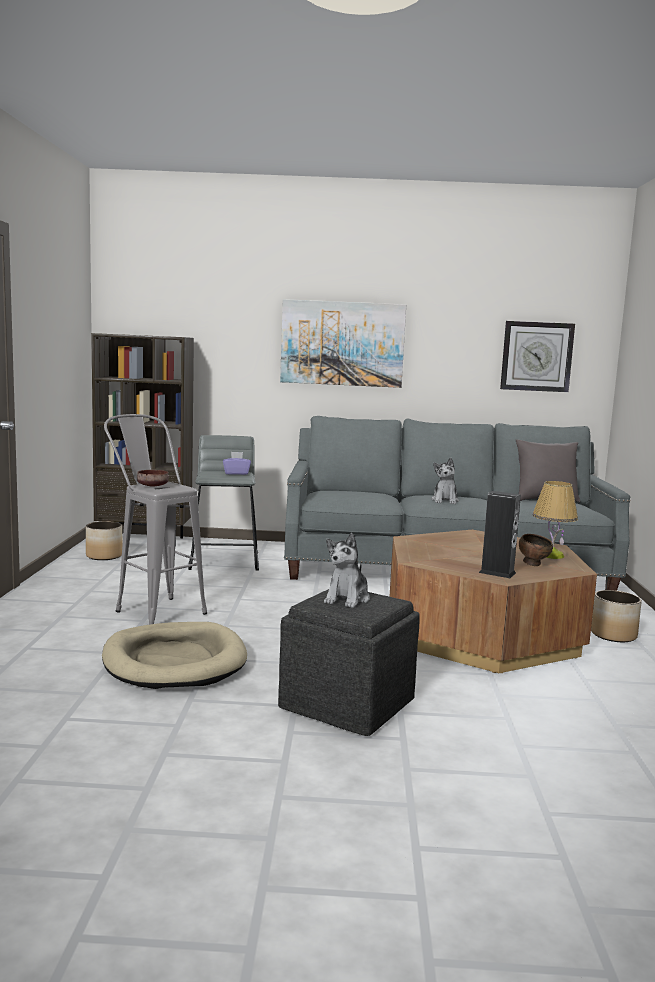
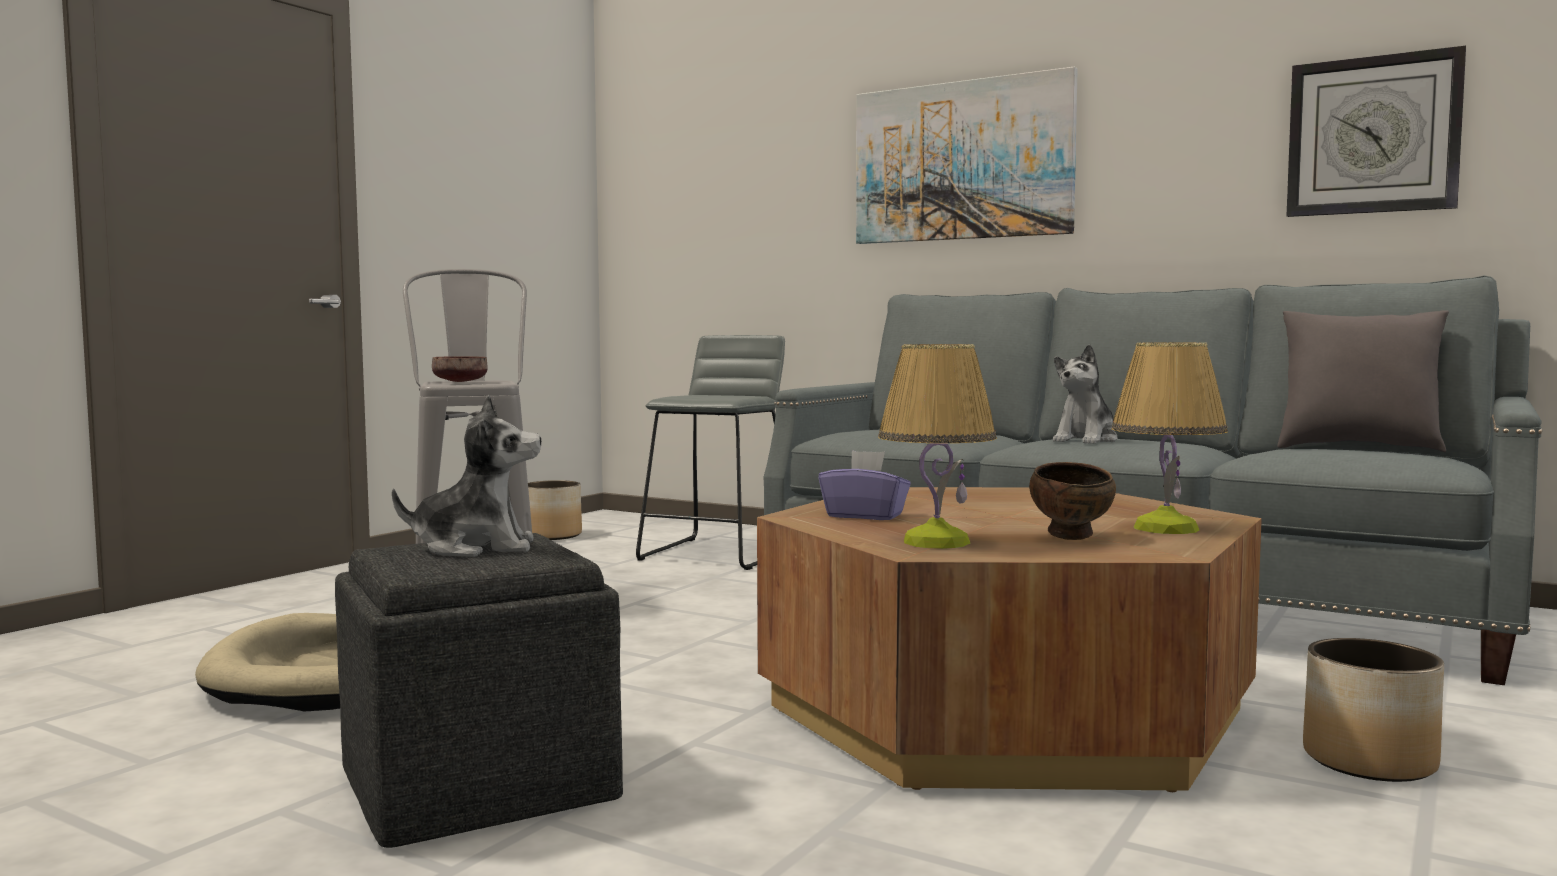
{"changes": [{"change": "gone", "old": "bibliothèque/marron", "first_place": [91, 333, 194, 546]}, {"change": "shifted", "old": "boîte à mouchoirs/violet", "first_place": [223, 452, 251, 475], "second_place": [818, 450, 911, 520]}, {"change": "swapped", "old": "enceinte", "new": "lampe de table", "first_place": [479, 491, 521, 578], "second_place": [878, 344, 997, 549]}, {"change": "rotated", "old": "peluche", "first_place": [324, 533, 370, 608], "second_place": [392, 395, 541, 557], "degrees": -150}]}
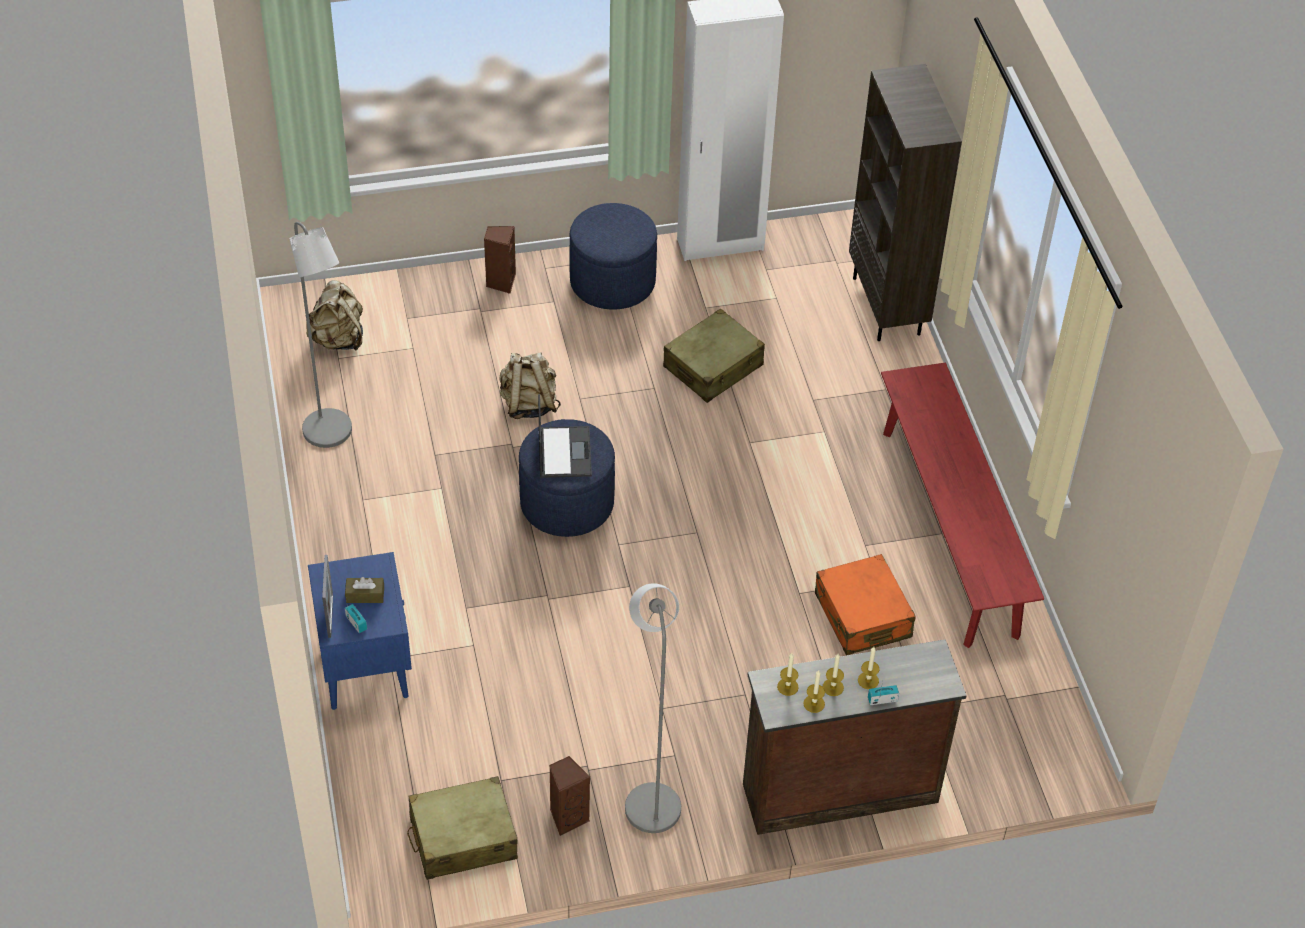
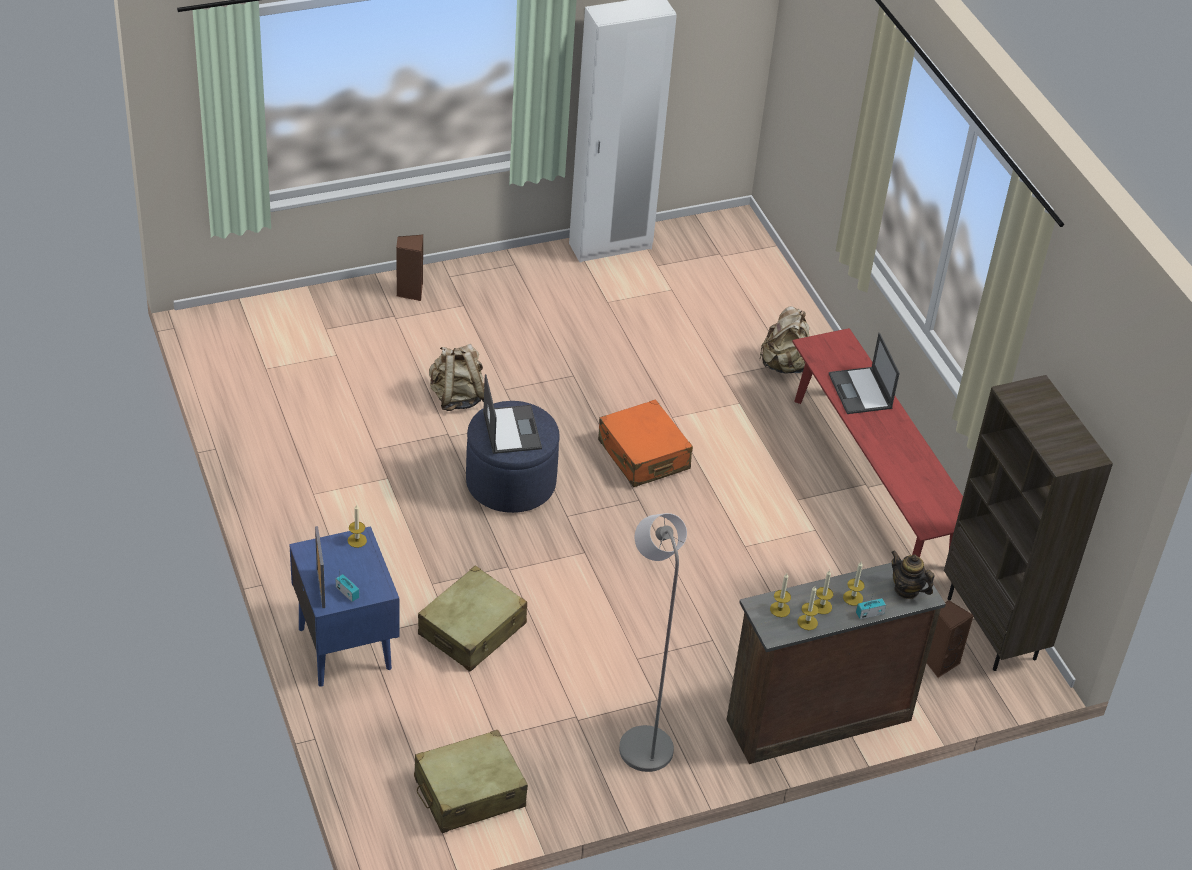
{"changes": [{"change": "shifted", "old": "bibliothèque/marron", "first_place": [849, 64, 962, 341], "second_place": [944, 375, 1113, 671]}, {"change": "gone", "old": "pouf/bleu", "first_place": [569, 203, 657, 310]}, {"change": "gone", "old": "lampadaire/gris", "first_place": [289, 222, 352, 448]}, {"change": "shifted", "old": "sac à dos/beige", "first_place": [305, 280, 363, 351], "second_place": [760, 306, 810, 373]}, {"change": "shifted", "old": "valise/beige", "first_place": [663, 309, 765, 403], "second_place": [418, 566, 527, 672]}, {"change": "shifted", "old": "valise/orange", "first_place": [815, 554, 916, 655], "second_place": [598, 399, 693, 487]}, {"change": "gone", "old": "boîte à mouchoirs/marron", "first_place": [345, 577, 384, 603]}, {"change": "shifted", "old": "enceinte/marron", "first_place": [549, 756, 590, 836], "second_place": [927, 600, 974, 678]}, {"change": "new", "new": "ordinateur portable", "second_place": [829, 333, 900, 414]}, {"change": "new", "new": "bougie", "second_place": [348, 504, 367, 548]}, {"change": "new", "new": "théière", "second_place": [891, 550, 934, 599]}]}
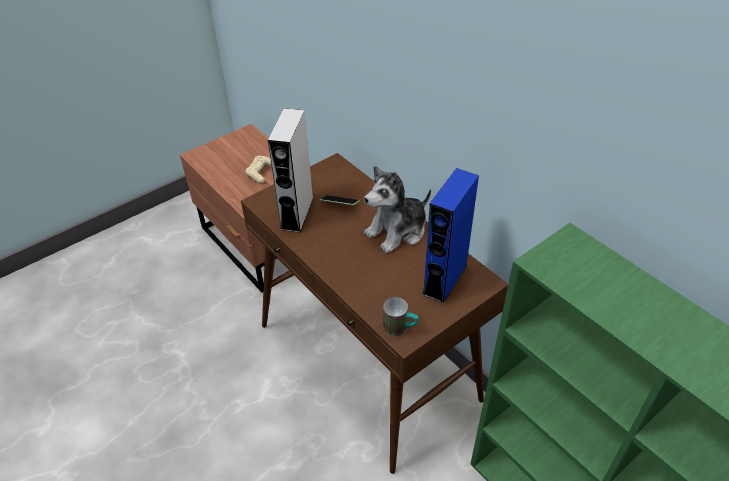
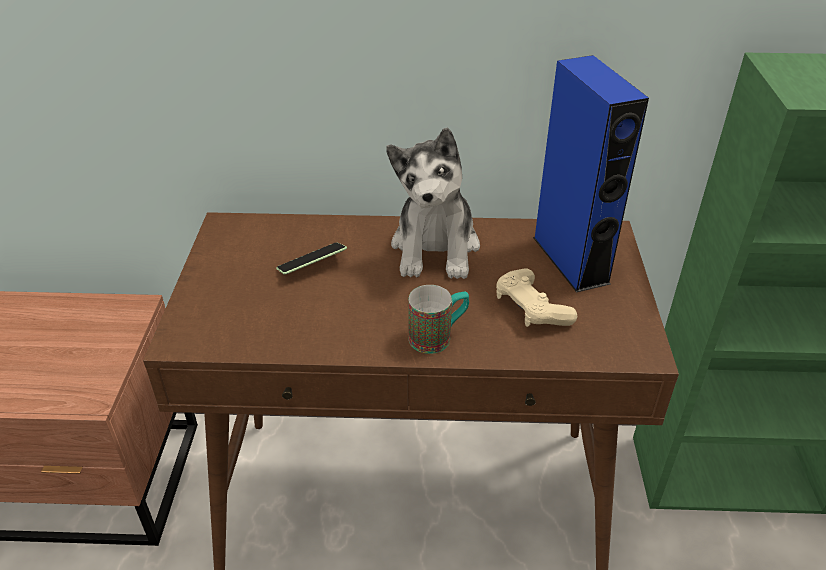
{"changes": [{"change": "gone", "old": "enceinte/gris", "first_place": [268, 108, 314, 233]}, {"change": "shifted", "old": "manette/beige", "first_place": [245, 156, 272, 184], "second_place": [496, 268, 577, 327]}, {"change": "shifted", "old": "mug", "first_place": [383, 297, 418, 336], "second_place": [408, 285, 469, 354]}]}
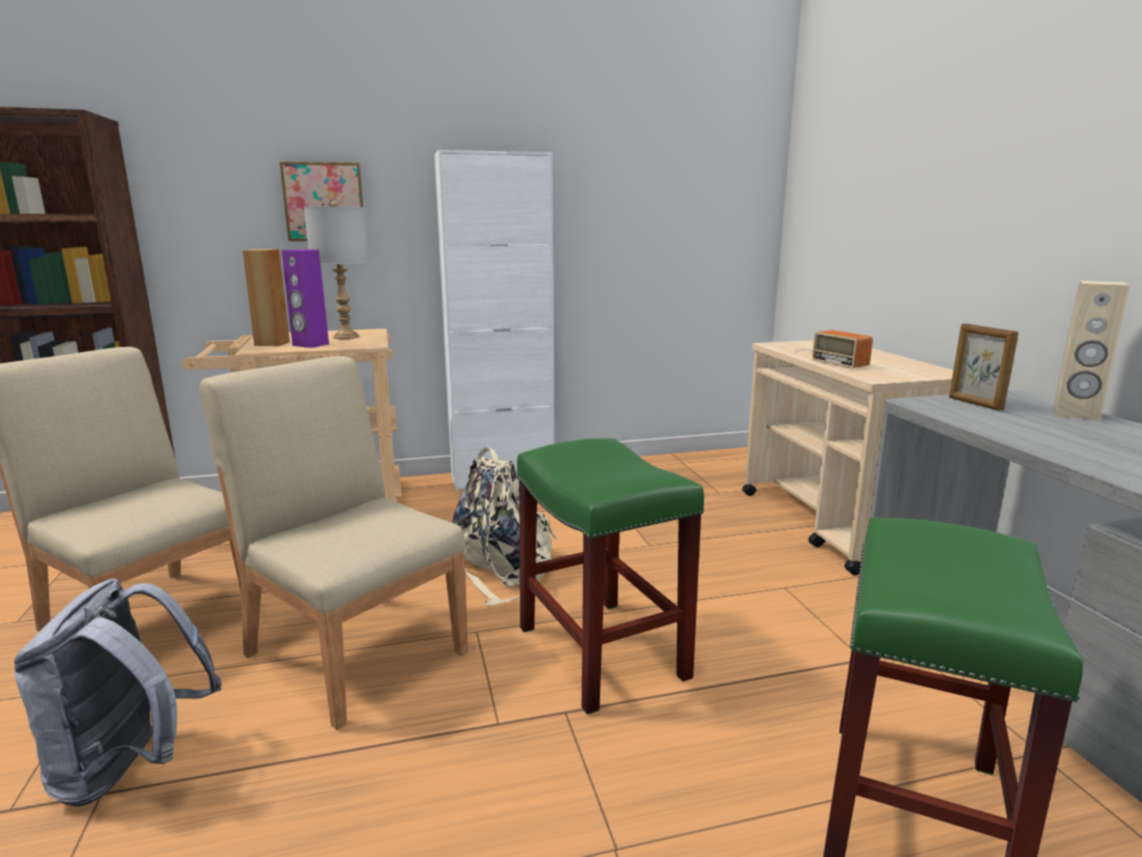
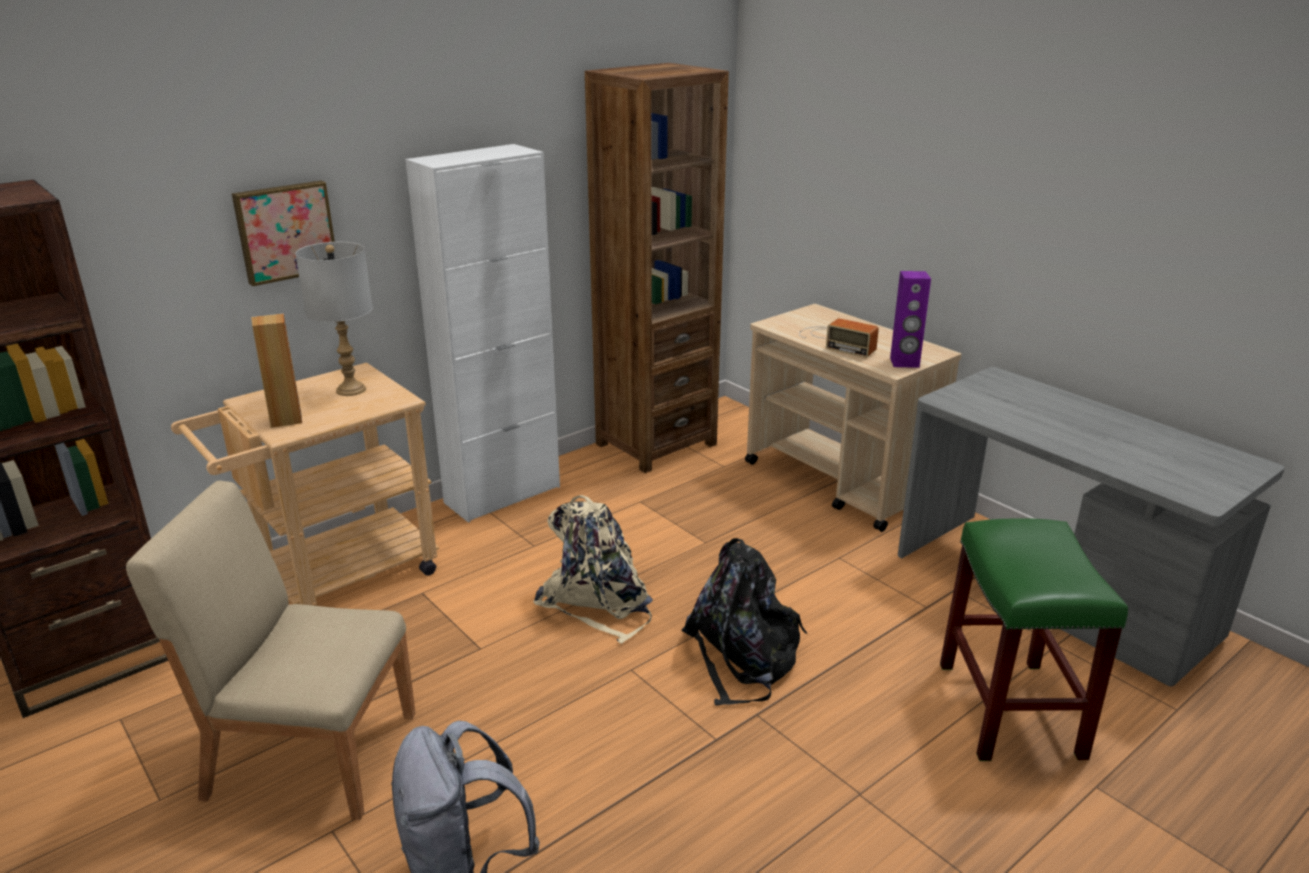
{"changes": [{"change": "shifted", "old": "enceinte/violet", "first_place": [281, 249, 329, 348], "second_place": [890, 271, 931, 368]}, {"change": "gone", "old": "enceinte/beige", "first_place": [1053, 281, 1130, 421]}, {"change": "gone", "old": "cadre photo", "first_place": [949, 324, 1019, 411]}, {"change": "gone", "old": "chaise/beige", "first_place": [200, 356, 468, 730]}, {"change": "swapped", "old": "tabouret/vert", "new": "sac à dos/noir", "first_place": [517, 438, 704, 715], "second_place": [682, 538, 807, 705]}, {"change": "new", "new": "bibliothèque/marron", "second_place": [585, 63, 729, 473]}]}
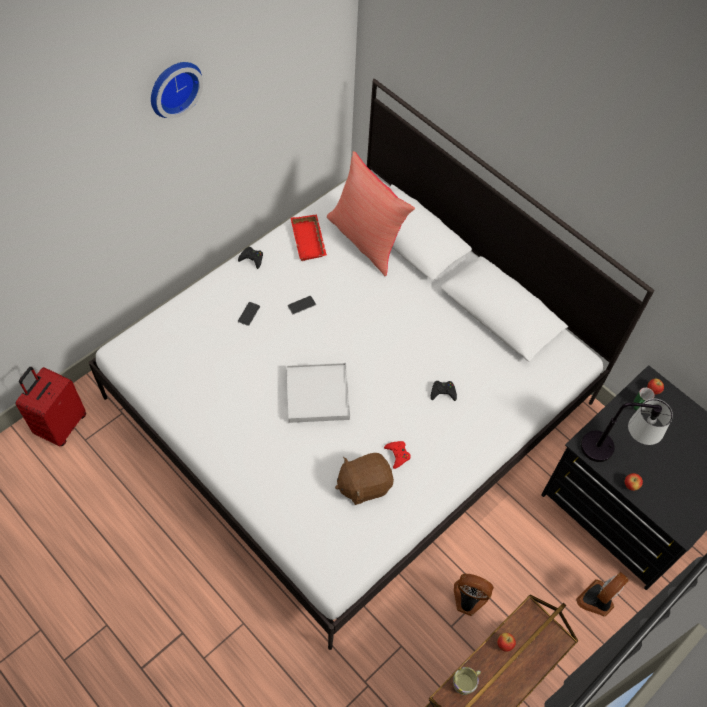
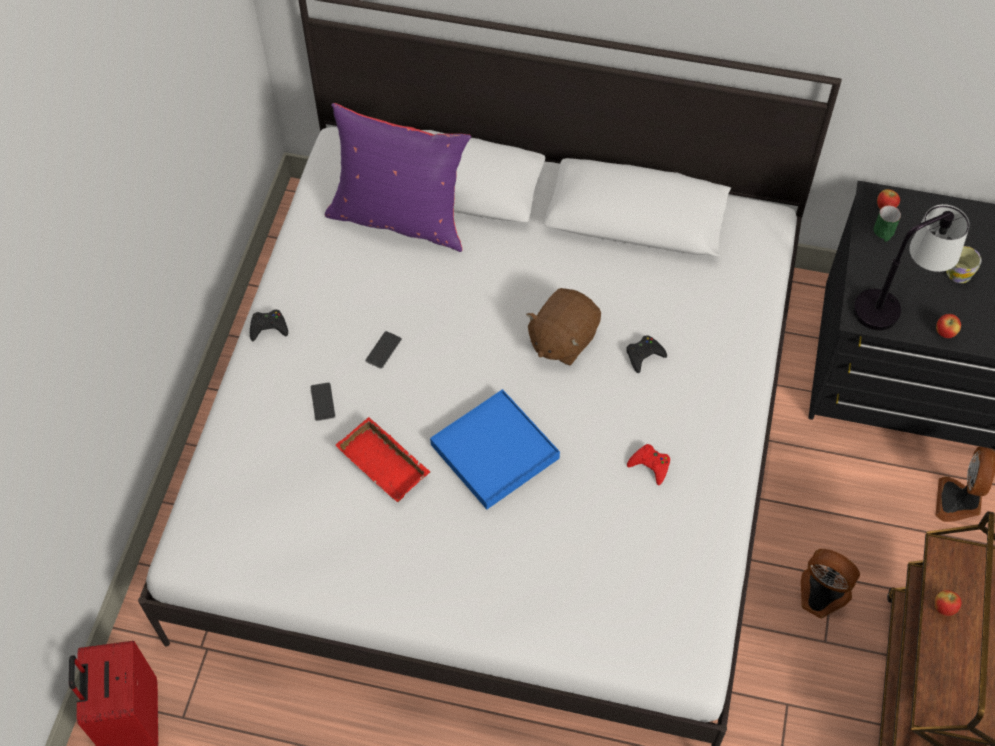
{"changes": [{"change": "gone", "old": "horloge murale", "first_place": [151, 62, 203, 118]}, {"change": "repainted", "old": "coussin/rouge", "new": "coussin/violet", "first_place": [327, 151, 415, 276], "second_place": [325, 103, 471, 252]}, {"change": "shifted", "old": "plateau/rouge", "first_place": [291, 214, 327, 261], "second_place": [336, 417, 430, 502]}, {"change": "repainted", "old": "plateau/blanc", "new": "plateau/bleu", "first_place": [286, 363, 350, 423], "second_place": [430, 389, 560, 510]}, {"change": "shifted", "old": "peluche/marron", "first_place": [335, 453, 394, 505], "second_place": [526, 288, 601, 365]}, {"change": "rotated", "old": "ventilateur", "first_place": [454, 574, 494, 616], "second_place": [801, 549, 860, 618], "degrees": 45}, {"change": "shifted", "old": "mug", "first_place": [453, 667, 481, 695], "second_place": [946, 246, 982, 283]}]}
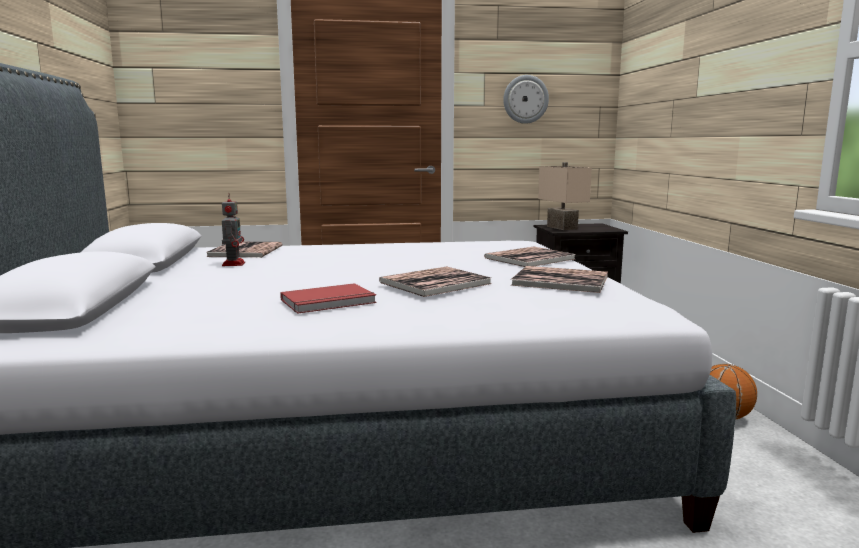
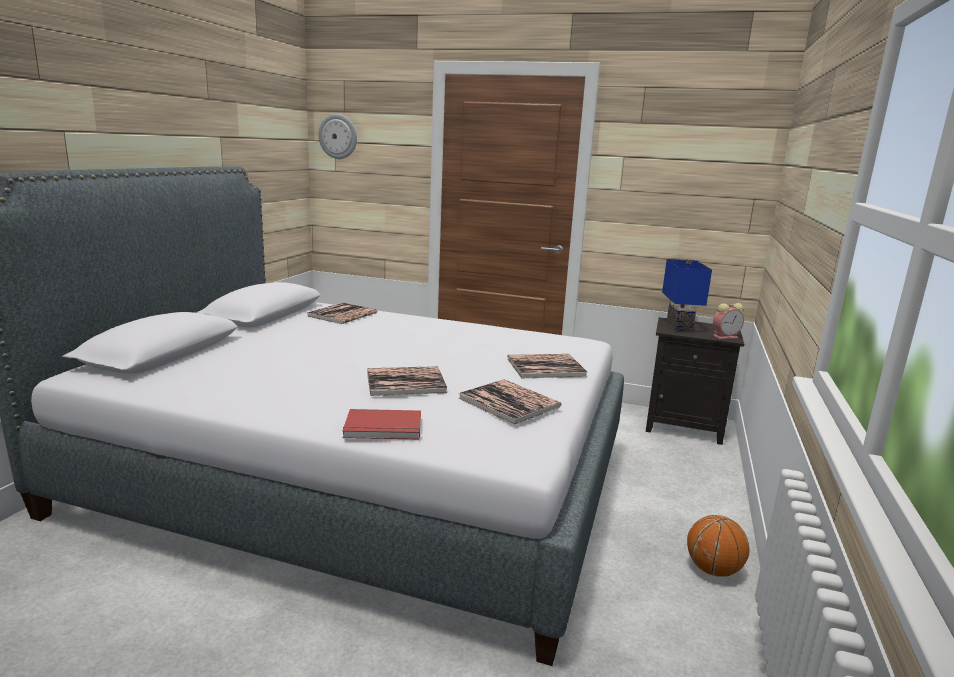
{"changes": [{"change": "shifted", "old": "horloge murale", "first_place": [503, 75, 549, 124], "second_place": [319, 114, 357, 159]}, {"change": "repainted", "old": "lampe de table/beige", "new": "lampe de table/bleu", "first_place": [538, 162, 592, 230], "second_place": [662, 259, 712, 332]}, {"change": "gone", "old": "robot jouet", "first_place": [222, 193, 245, 266]}, {"change": "shifted", "old": "livre/rouge", "first_place": [280, 283, 376, 314], "second_place": [343, 409, 421, 440]}, {"change": "new", "new": "réveil", "second_place": [713, 303, 744, 339]}]}
